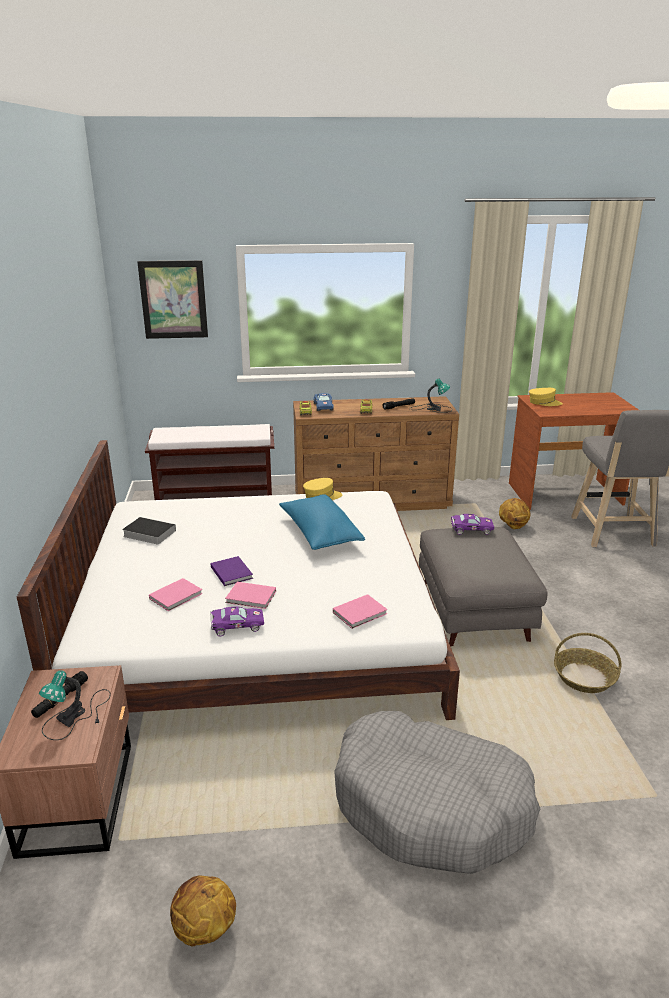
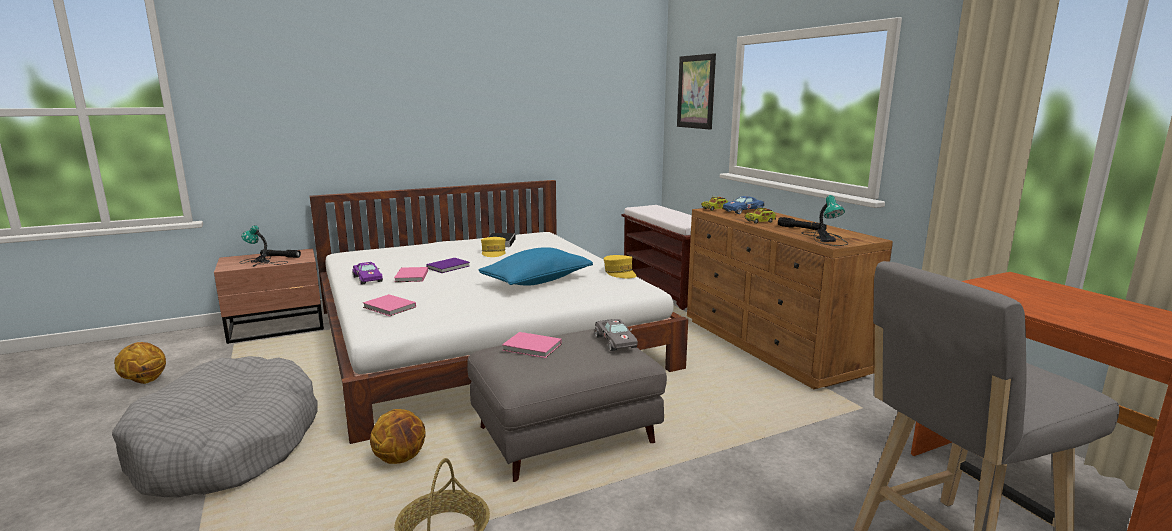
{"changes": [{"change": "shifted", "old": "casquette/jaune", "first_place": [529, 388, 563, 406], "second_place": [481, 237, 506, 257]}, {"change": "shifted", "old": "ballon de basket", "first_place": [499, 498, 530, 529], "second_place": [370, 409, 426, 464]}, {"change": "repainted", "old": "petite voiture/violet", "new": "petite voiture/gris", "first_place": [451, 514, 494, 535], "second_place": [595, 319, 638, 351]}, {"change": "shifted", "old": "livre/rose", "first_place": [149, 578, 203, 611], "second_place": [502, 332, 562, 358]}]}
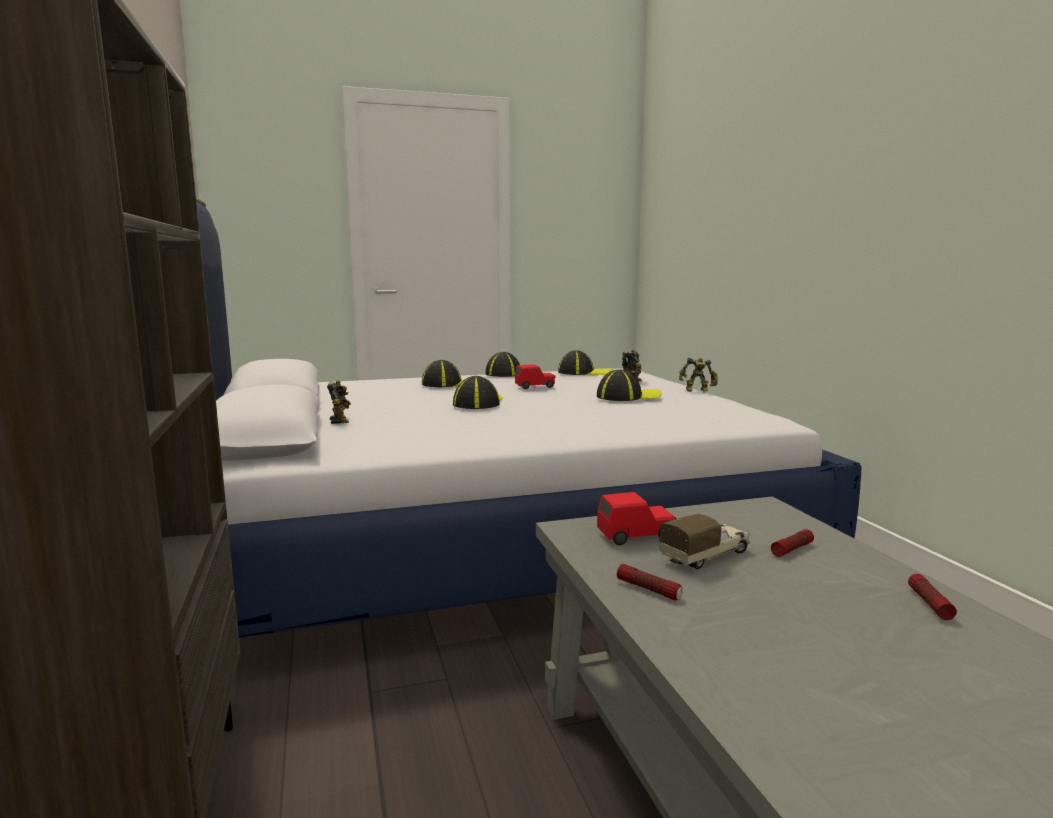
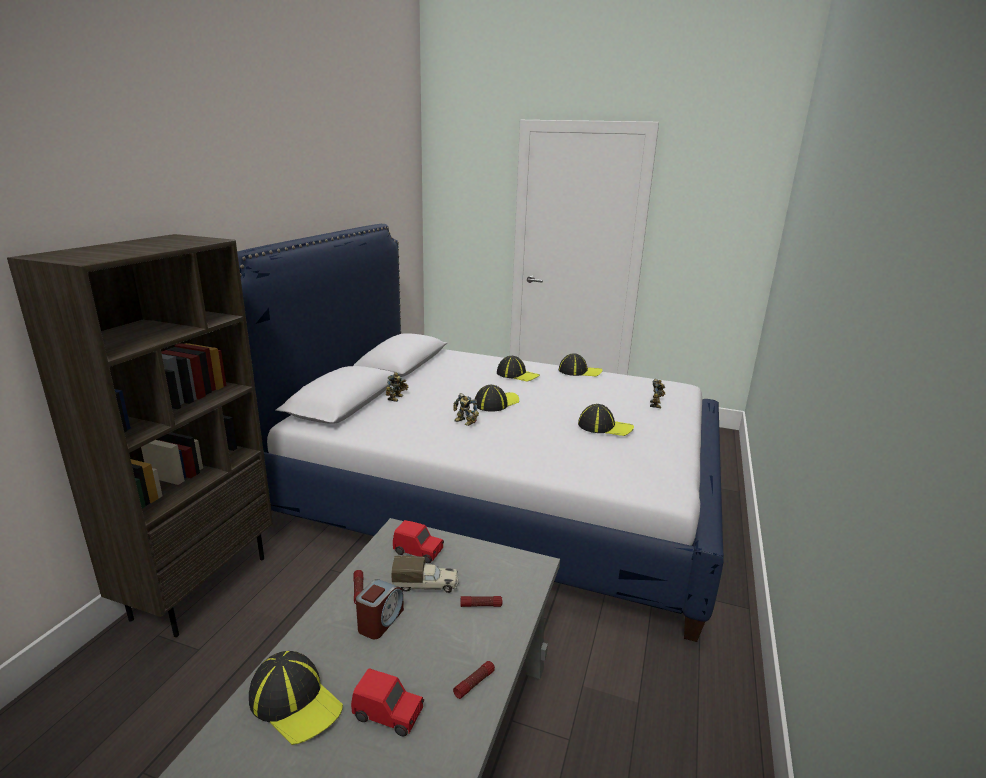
{"changes": [{"change": "shifted", "old": "casquette", "first_place": [558, 350, 612, 375], "second_place": [249, 651, 343, 745]}, {"change": "shifted", "old": "robot jouet", "first_place": [679, 358, 718, 392], "second_place": [453, 393, 479, 426]}, {"change": "shifted", "old": "petite voiture/rouge", "first_place": [515, 364, 556, 389], "second_place": [351, 668, 424, 736]}, {"change": "new", "new": "réveil", "second_place": [356, 579, 404, 639]}]}
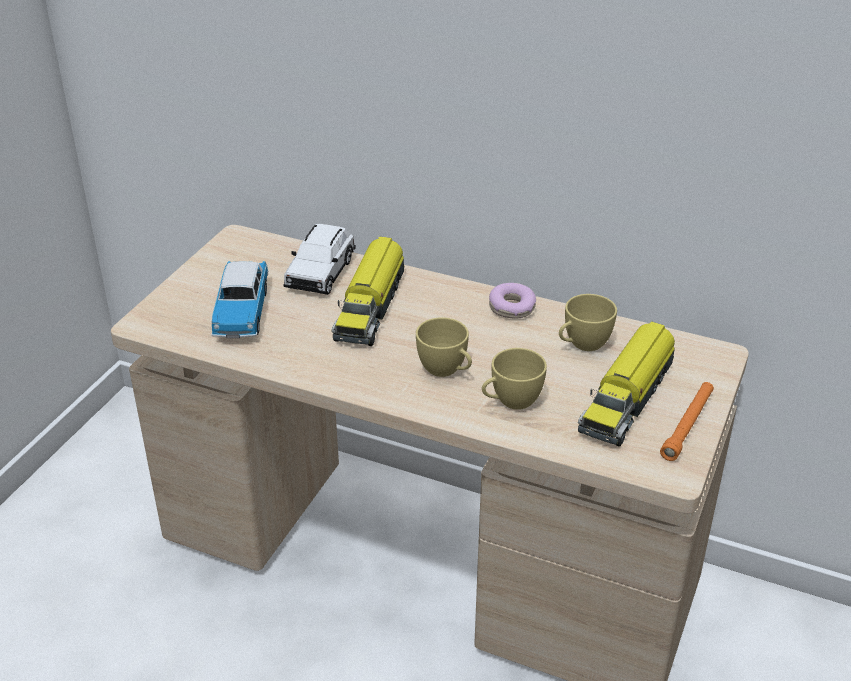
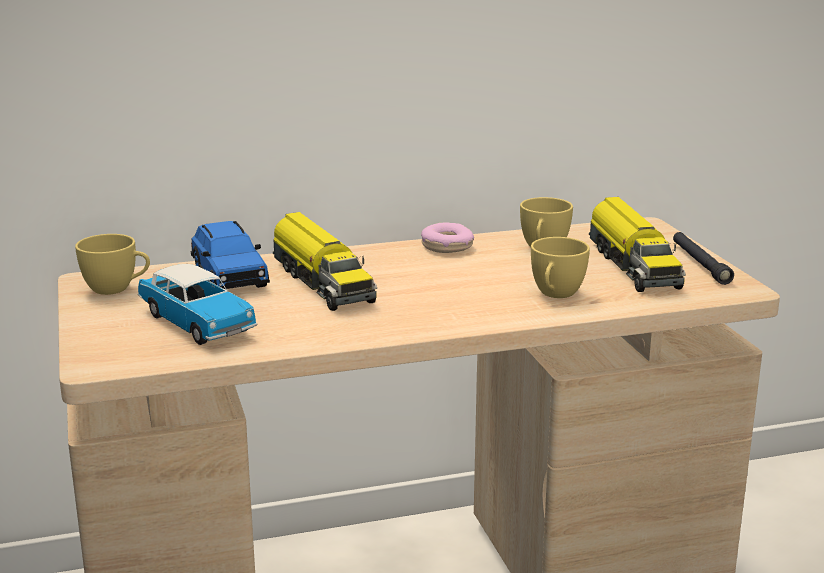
{"changes": [{"change": "repainted", "old": "petite voiture/blanc", "new": "petite voiture/bleu", "first_place": [284, 224, 356, 295], "second_place": [190, 221, 270, 289]}, {"change": "shifted", "old": "tasse/jaune", "first_place": [416, 317, 472, 377], "second_place": [75, 234, 150, 295]}, {"change": "repainted", "old": "lampe de poche/orange", "new": "lampe de poche/noir", "first_place": [660, 382, 714, 461], "second_place": [673, 232, 734, 285]}]}
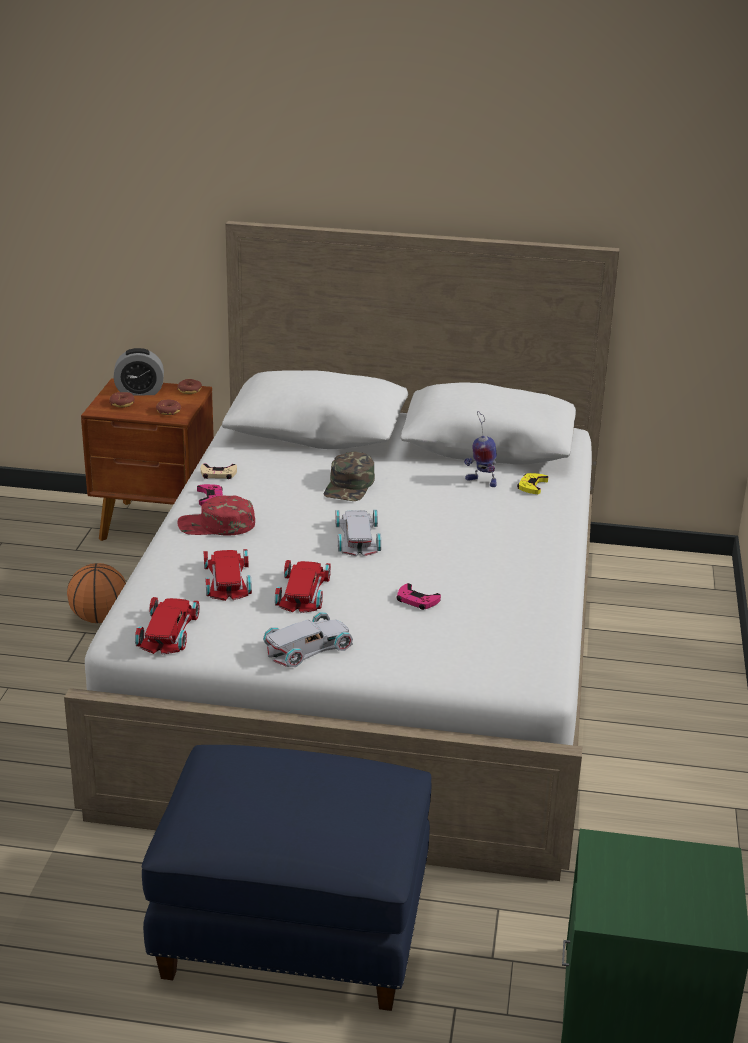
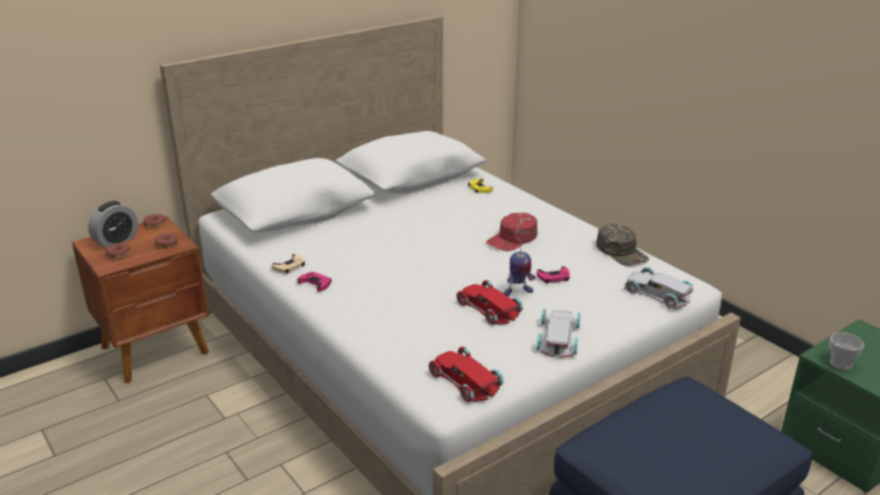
{"changes": [{"change": "shifted", "old": "robot jouet", "first_place": [464, 411, 497, 487], "second_place": [504, 232, 535, 296]}, {"change": "shifted", "old": "casquette/vert", "first_place": [324, 451, 375, 501], "second_place": [596, 224, 649, 266]}, {"change": "shifted", "old": "casquette/rouge", "first_place": [177, 495, 255, 536], "second_place": [486, 213, 538, 251]}, {"change": "shifted", "old": "petite voiture/blanc", "first_place": [335, 510, 381, 556], "second_place": [624, 267, 693, 309]}, {"change": "gone", "old": "petite voiture/rouge", "first_place": [204, 549, 252, 601]}, {"change": "gone", "old": "ballon de basket", "first_place": [67, 563, 126, 623]}, {"change": "new", "new": "tasse", "second_place": [829, 332, 864, 370]}]}
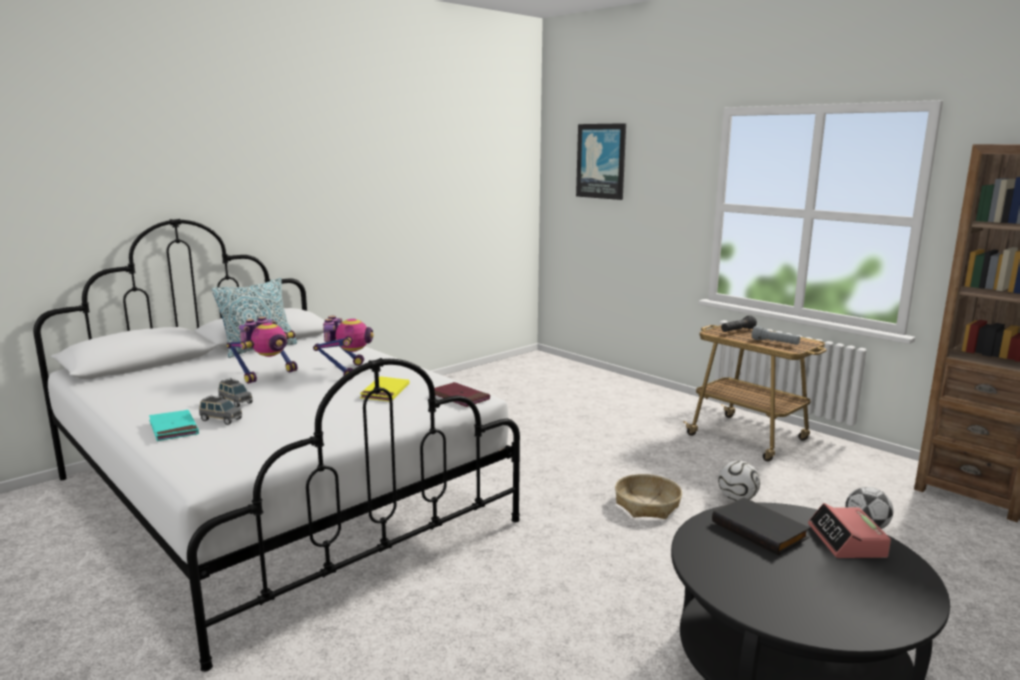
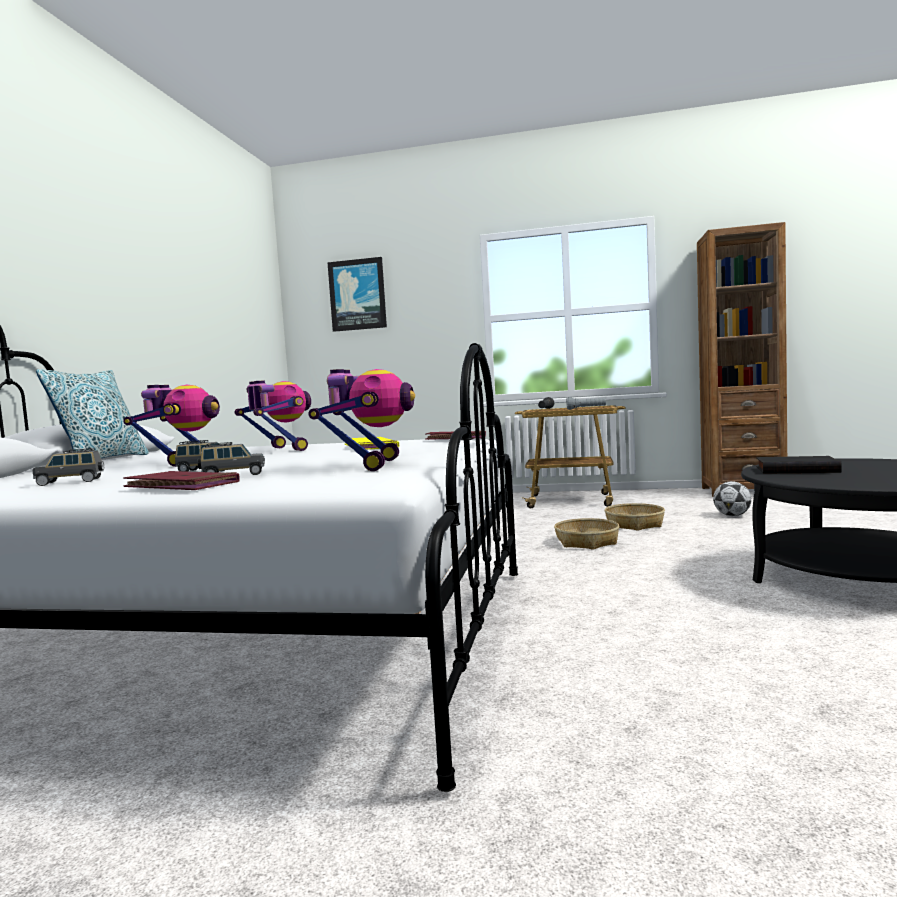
{"changes": [{"change": "repainted", "old": "livre/turquoise", "new": "livre/rouge", "first_place": [149, 410, 199, 441], "second_place": [123, 471, 240, 490]}, {"change": "swapped", "old": "ballon de foot", "new": "panier", "first_place": [718, 461, 760, 501], "second_place": [605, 503, 665, 531]}, {"change": "gone", "old": "réveil", "first_place": [808, 503, 891, 558]}, {"change": "new", "new": "robot jouet", "second_place": [308, 369, 415, 471]}, {"change": "new", "new": "petite voiture/gris", "second_place": [33, 448, 104, 486]}]}
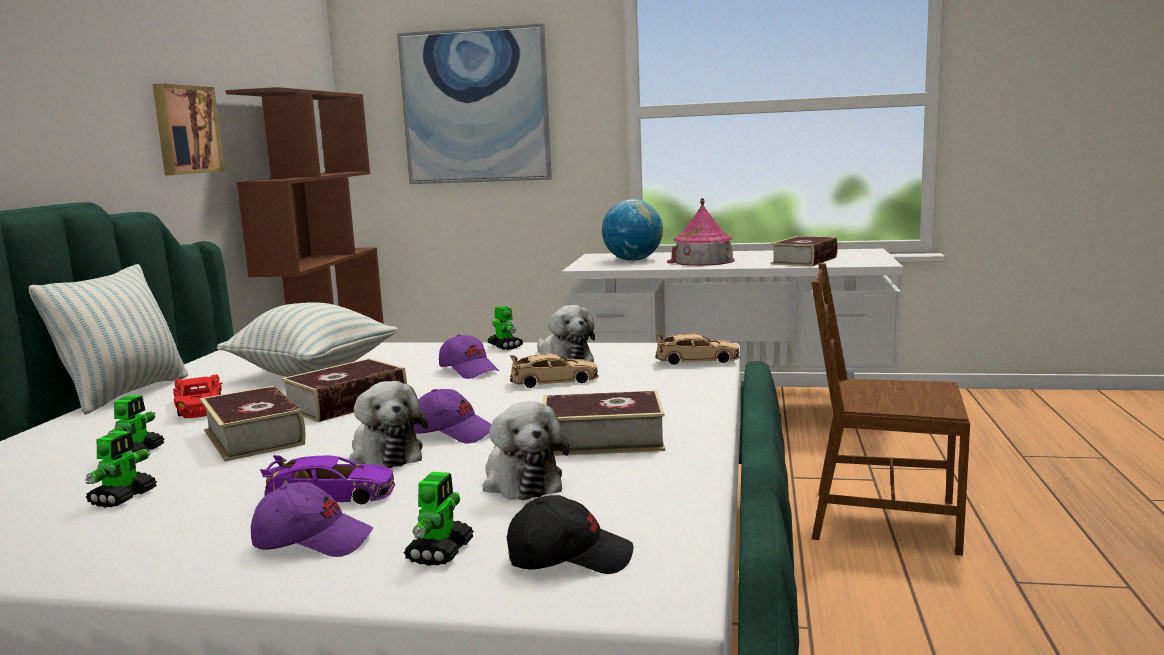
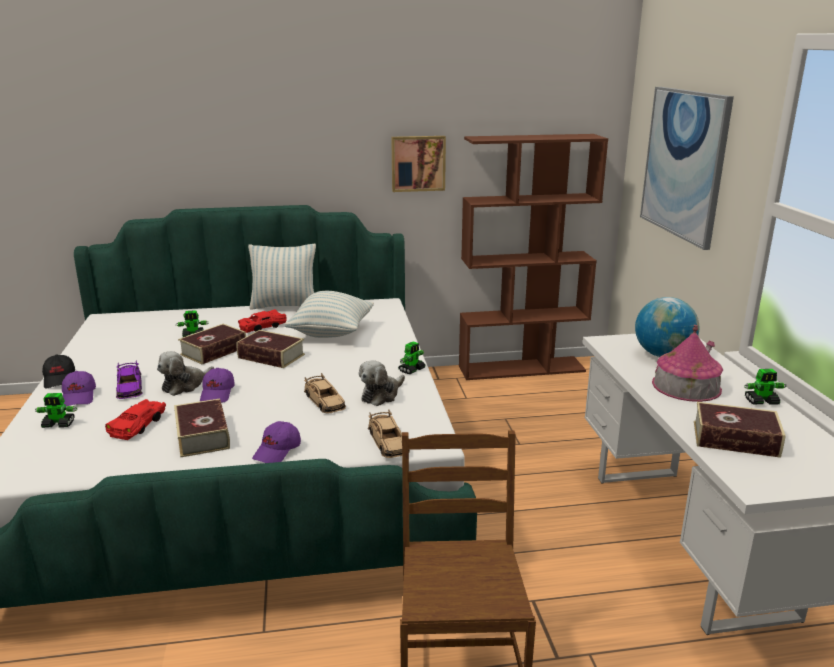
{"changes": [{"change": "shifted", "old": "casquette/violet", "first_place": [439, 334, 499, 379], "second_place": [252, 421, 301, 463]}, {"change": "swapped", "old": "peluche", "new": "petite voiture/rouge", "first_place": [483, 402, 569, 500], "second_place": [105, 399, 166, 440]}, {"change": "shifted", "old": "robot jouet", "first_place": [85, 431, 157, 508], "second_place": [744, 369, 786, 405]}, {"change": "shifted", "old": "casquette/noir", "first_place": [507, 495, 634, 574], "second_place": [42, 354, 75, 389]}]}
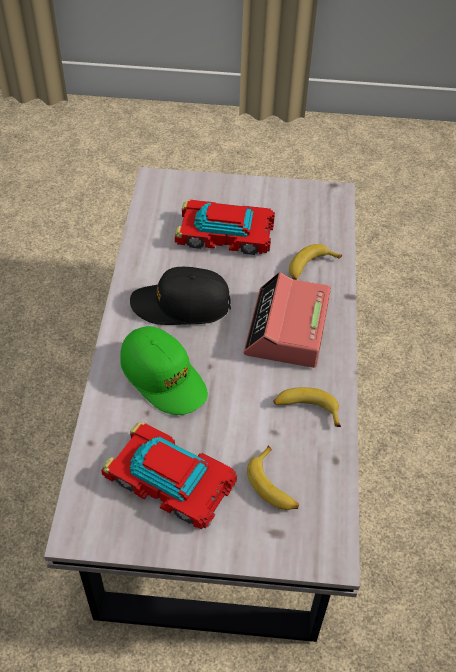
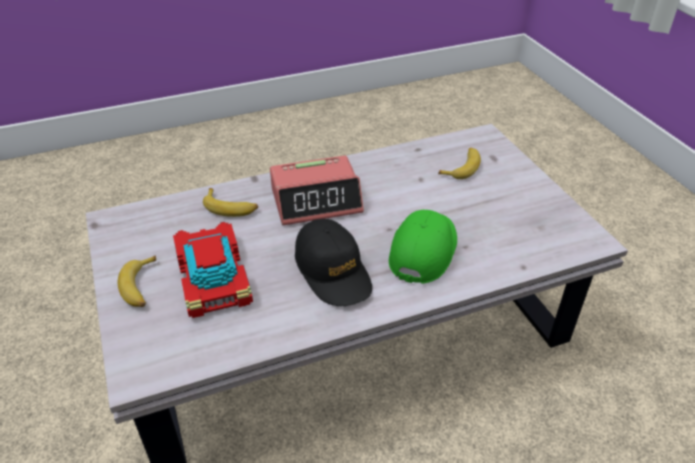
{"changes": [{"change": "shifted", "old": "banane", "first_place": [273, 387, 341, 427], "second_place": [118, 256, 156, 307]}, {"change": "gone", "old": "petite voiture", "first_place": [101, 422, 237, 530]}]}
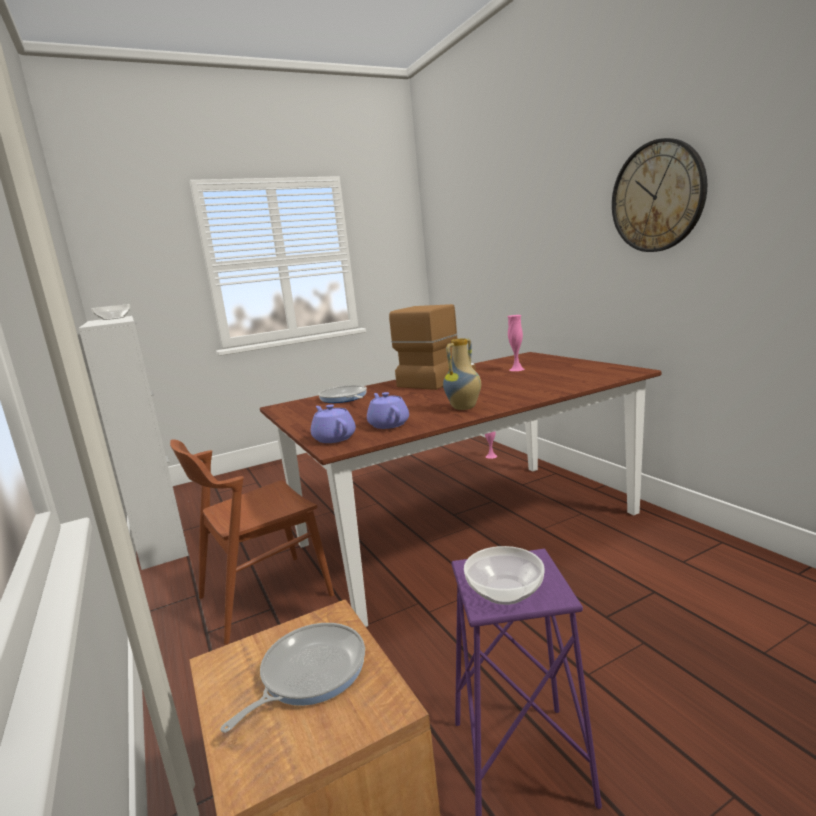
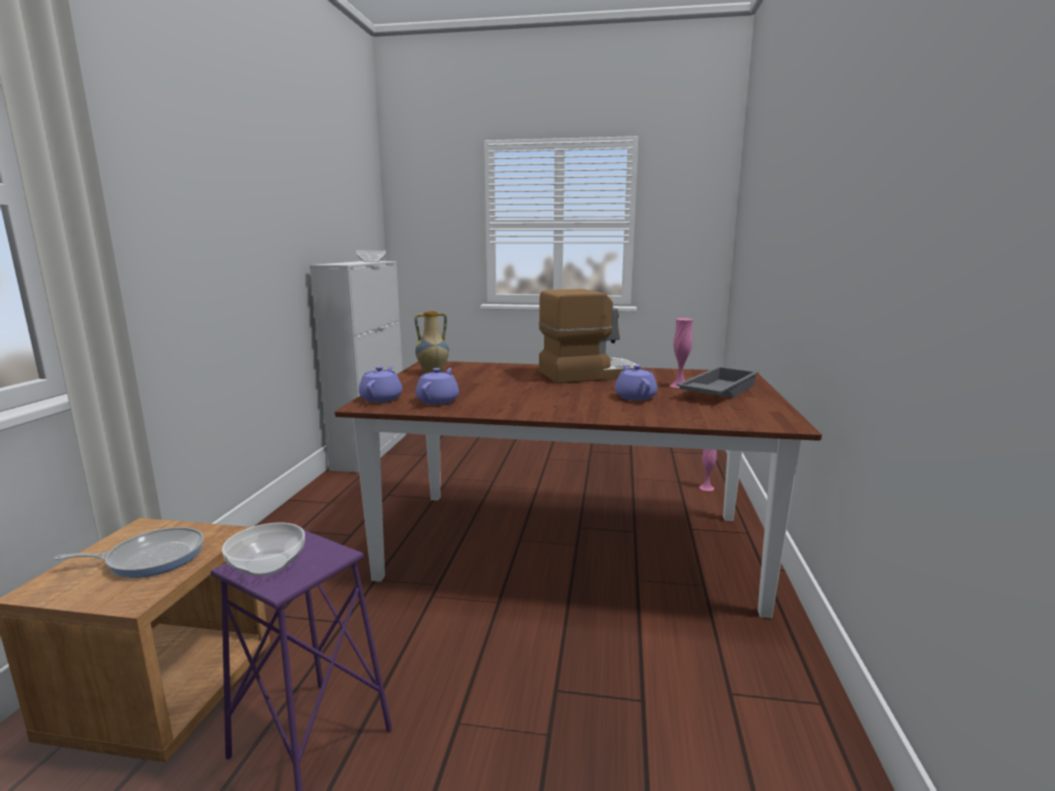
{"changes": [{"change": "gone", "old": "horloge murale", "first_place": [612, 138, 707, 252]}, {"change": "shifted", "old": "vase", "first_place": [443, 338, 481, 410], "second_place": [414, 311, 449, 373]}, {"change": "gone", "old": "poêle", "first_place": [318, 385, 367, 403]}, {"change": "gone", "old": "chaise/marron", "first_place": [170, 440, 334, 645]}, {"change": "new", "new": "théière/violet", "second_place": [615, 365, 657, 401]}, {"change": "new", "new": "plateau/gris", "second_place": [676, 367, 759, 398]}]}
